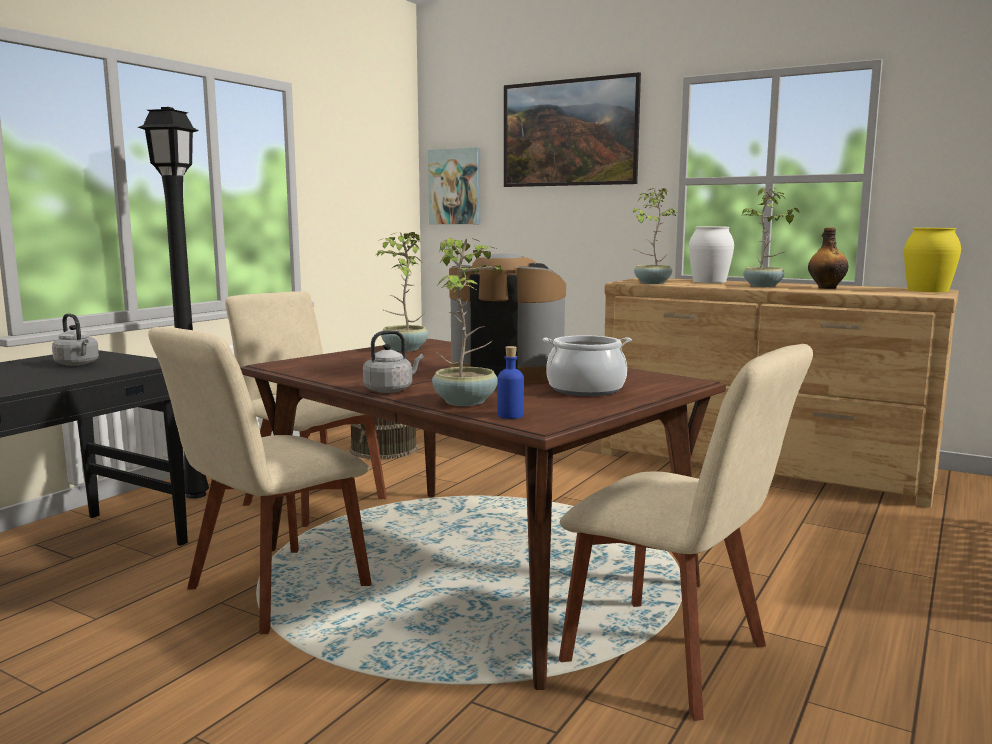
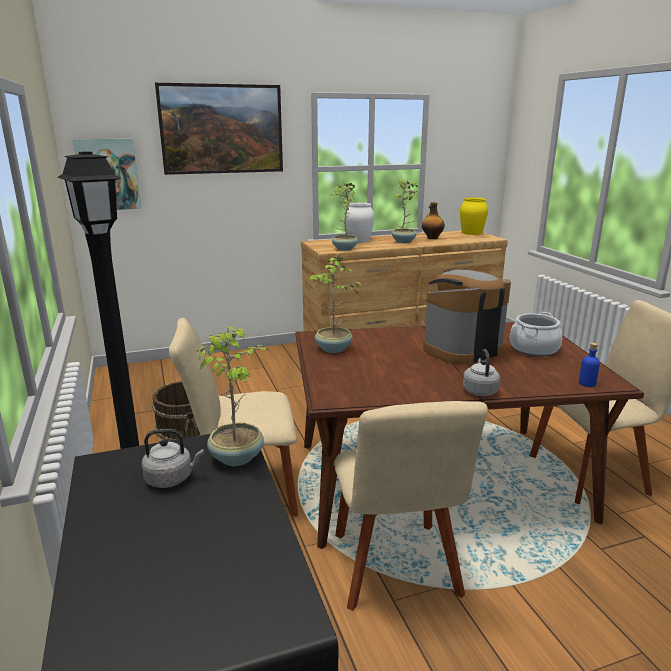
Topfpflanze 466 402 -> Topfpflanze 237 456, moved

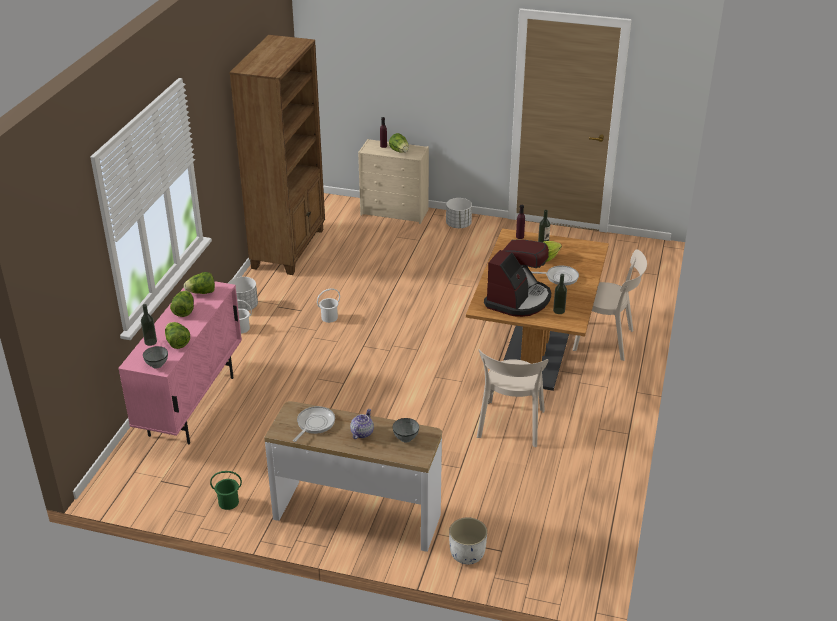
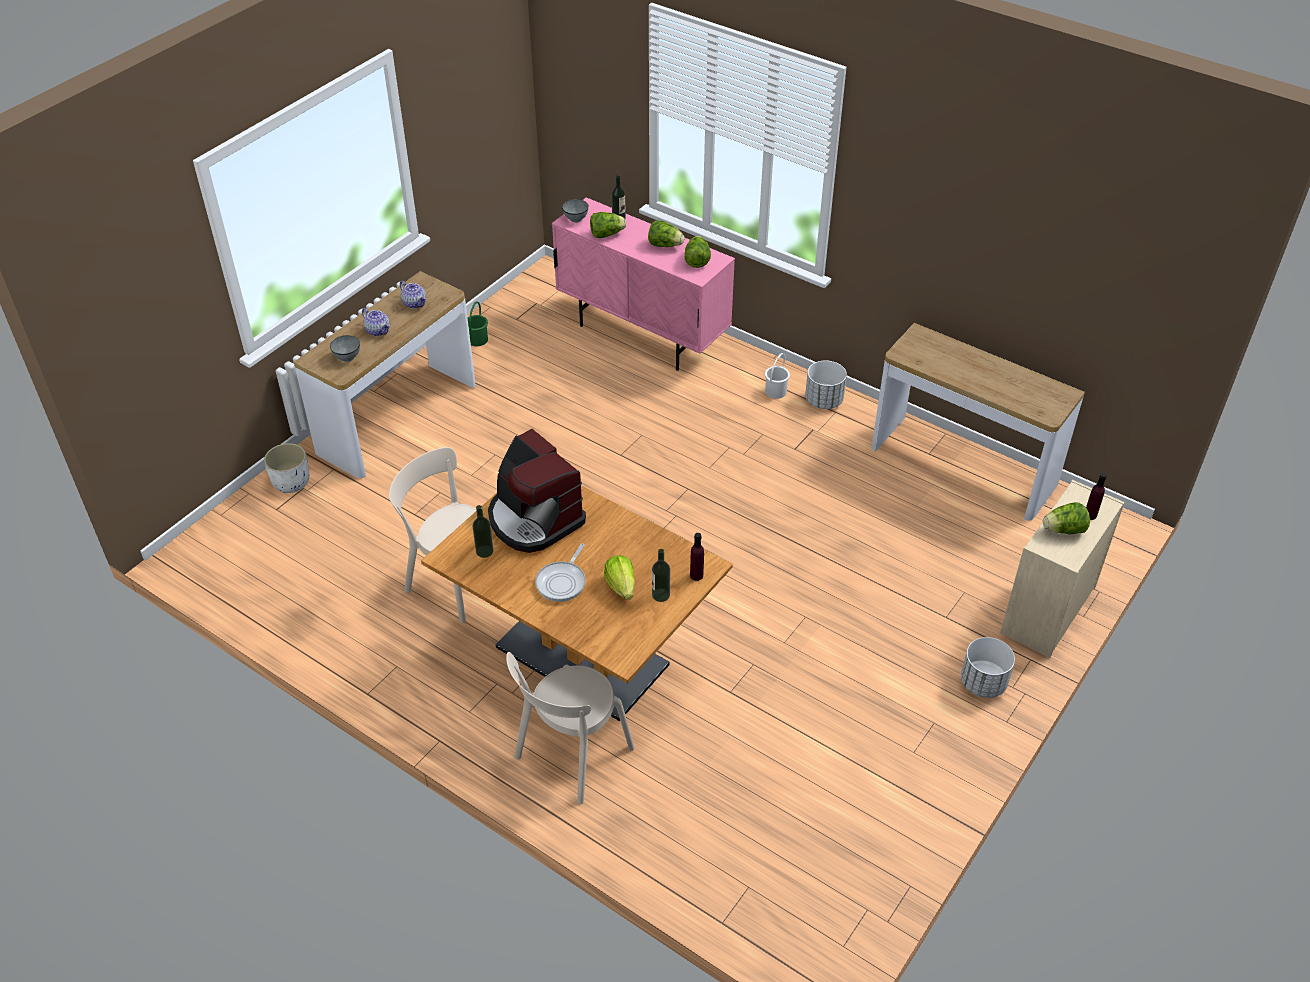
Bücherregal (braun) 289 248 -> Konsolentisch 962 467
Eimer (weiß) 329 317 -> none
Pfanne 314 424 -> Teekanne 415 303

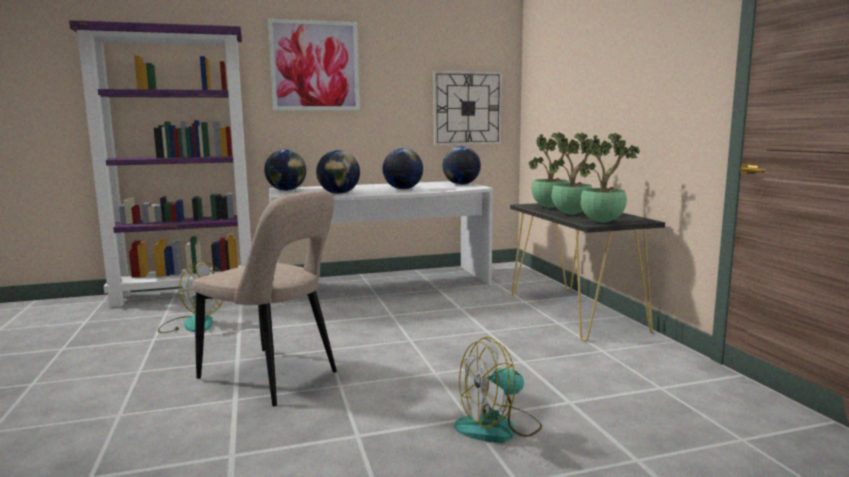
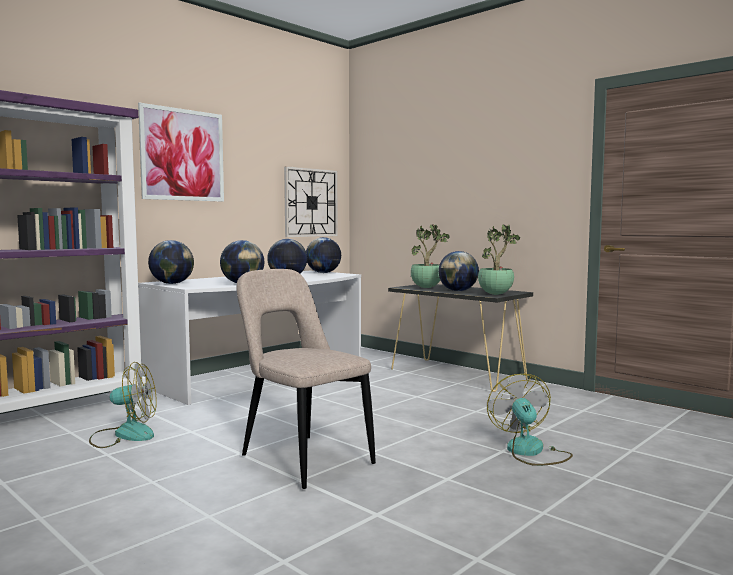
Topfpflanze 572 214 -> Globus 458 291
Stuhl (beige) 273 377 -> Stuhl (beige) 302 458, 135 degrees counterclockwise
Ventilator 498 427 -> Ventilator 530 452, 135 degrees clockwise

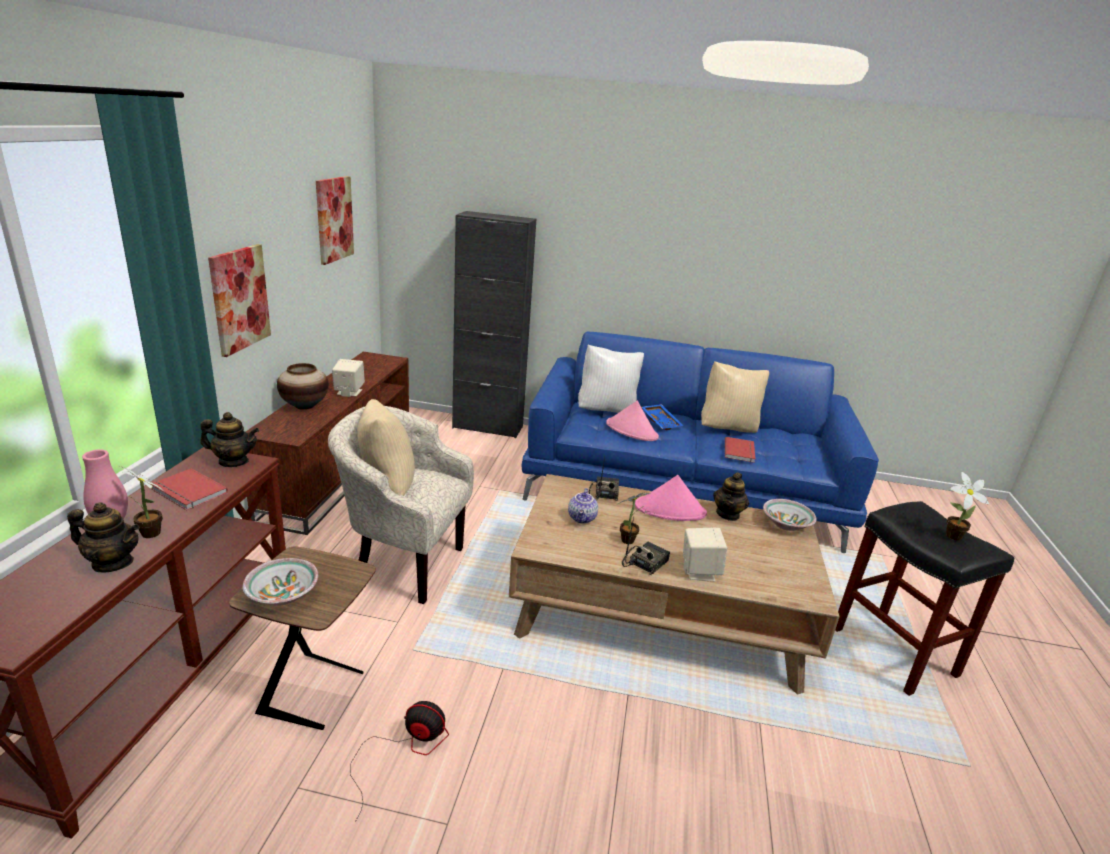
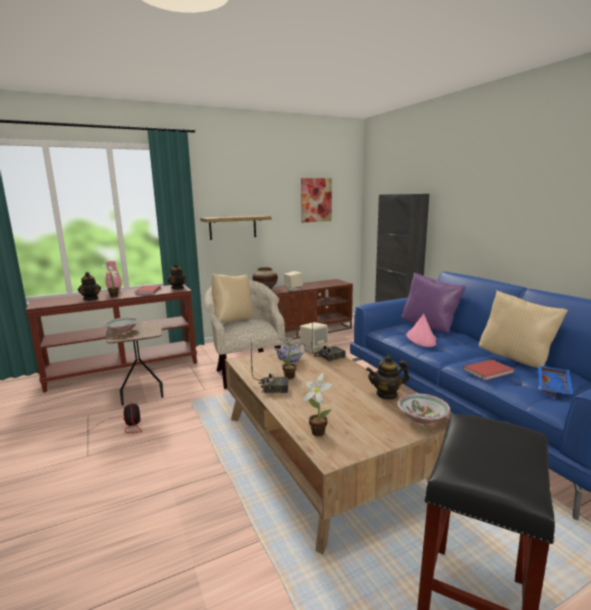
Bild 239 299 -> Wandregal 233 227
Kissen (weiß) 607 410 -> Kissen (lila) 430 327
Tablett (blau) 661 422 -> Tablett (blau) 554 386, moved
Topfpflanze 950 535 -> Topfpflanze 317 431, moved
Hut (rosa) 670 510 -> none
Lautsprecher (beige) 699 571 -> Lautsprecher (beige) 313 348, moved

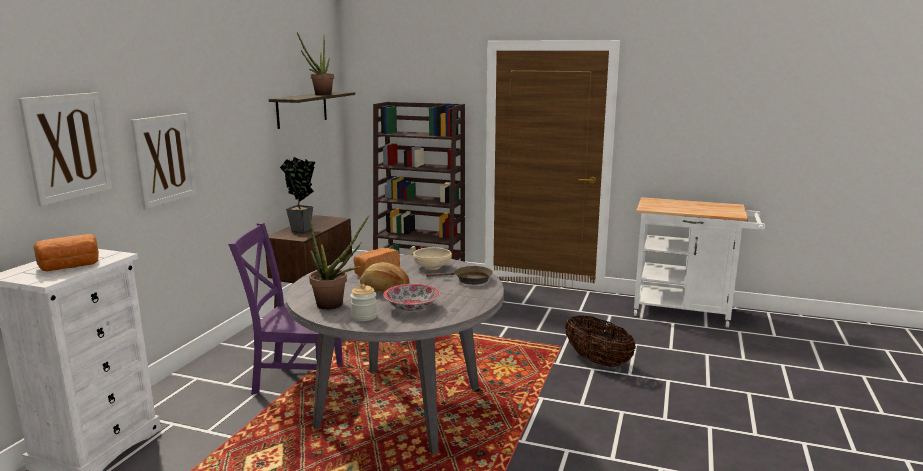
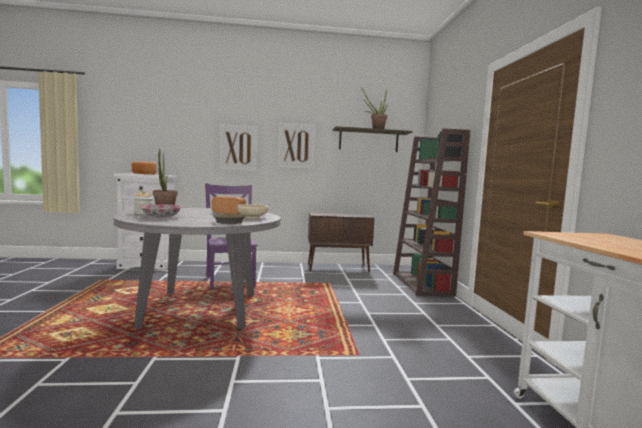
Bild 67 147 -> Bild 296 146, moved
Topfpflanze 302 230 -> none
Brot 384 289 -> none
Korb 597 361 -> none

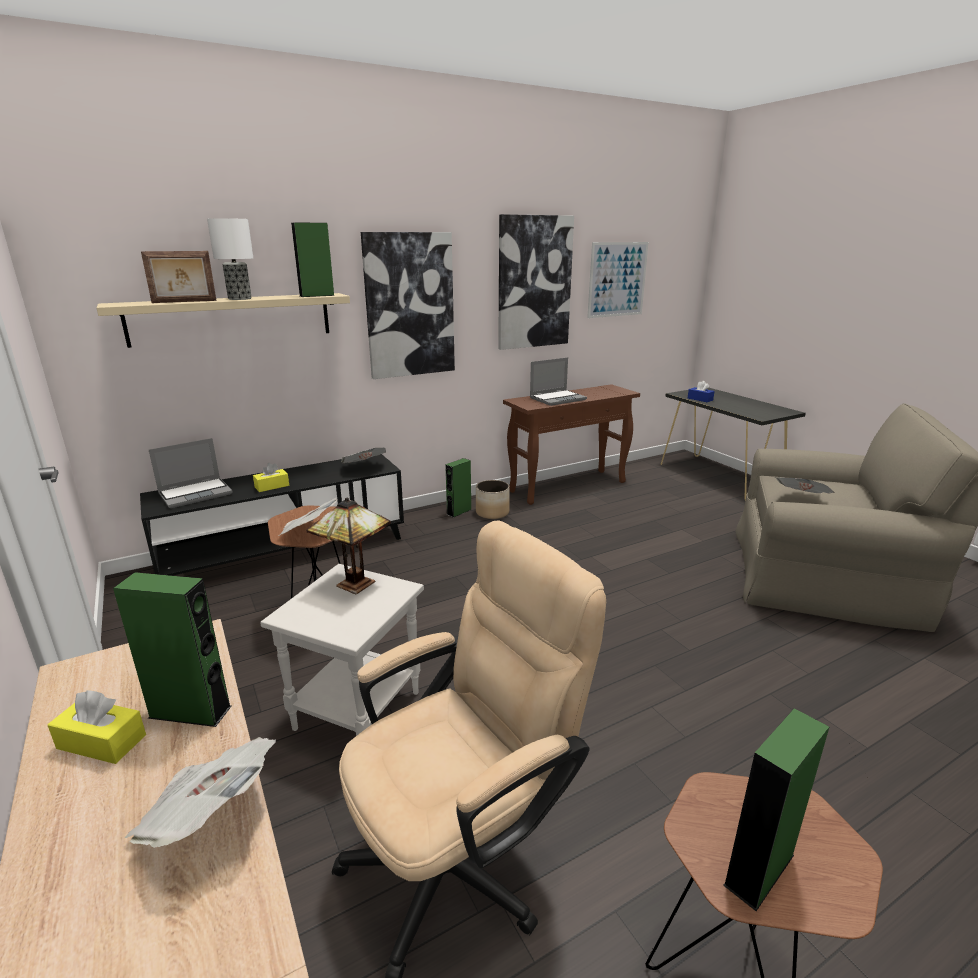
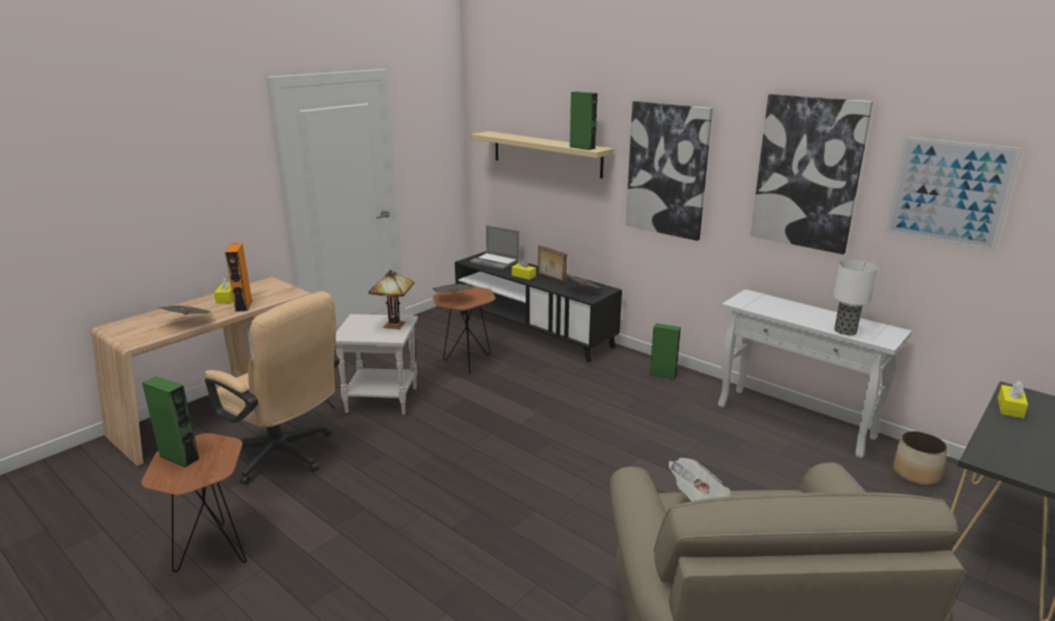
Tischlampe 239 299 -> Tischlampe 844 331, moved
Bilderrahmen 184 302 -> Bilderrahmen 551 279, moved
Laptop 558 399 -> none
Taschentuchbox (blau) 700 399 -> Taschentuchbox (gelb) 1010 408
Konsolentisch (braun) 568 486 -> Konsolentisch (weiß) 796 422
Pflanzkübel 492 512 -> Pflanzkübel 916 473, moved
Lautsprecher (grün) 190 712 -> Lautsprecher (orange) 243 305

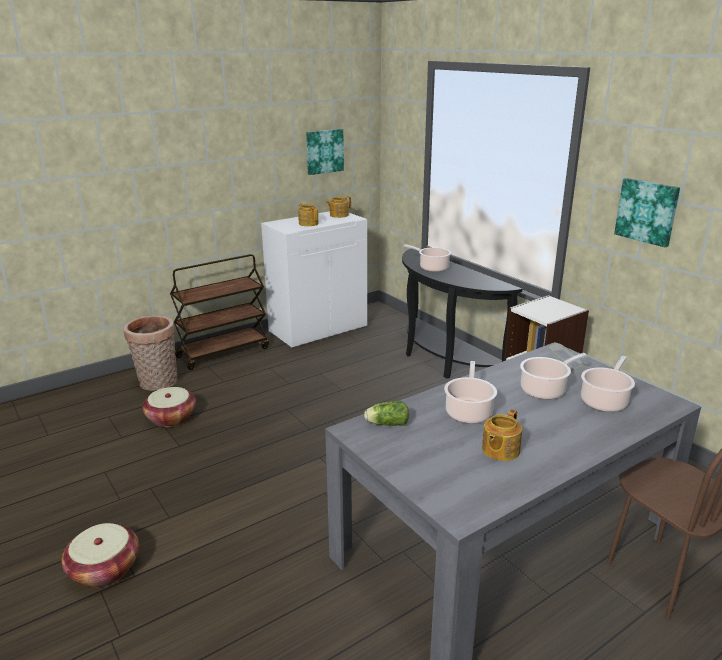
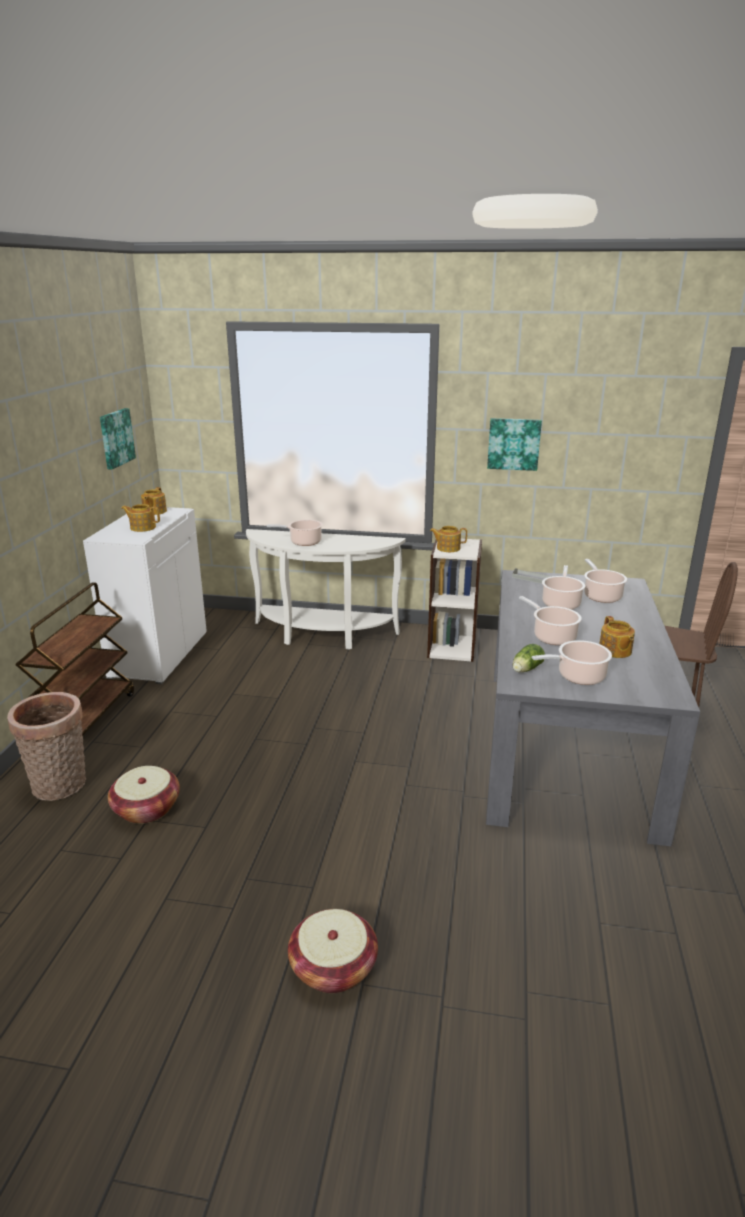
Konsolentisch (schwarz) 442 360 -> Konsolentisch (weiß) 322 636
none -> Teekanne 447 548
none -> Kochtopf 578 676

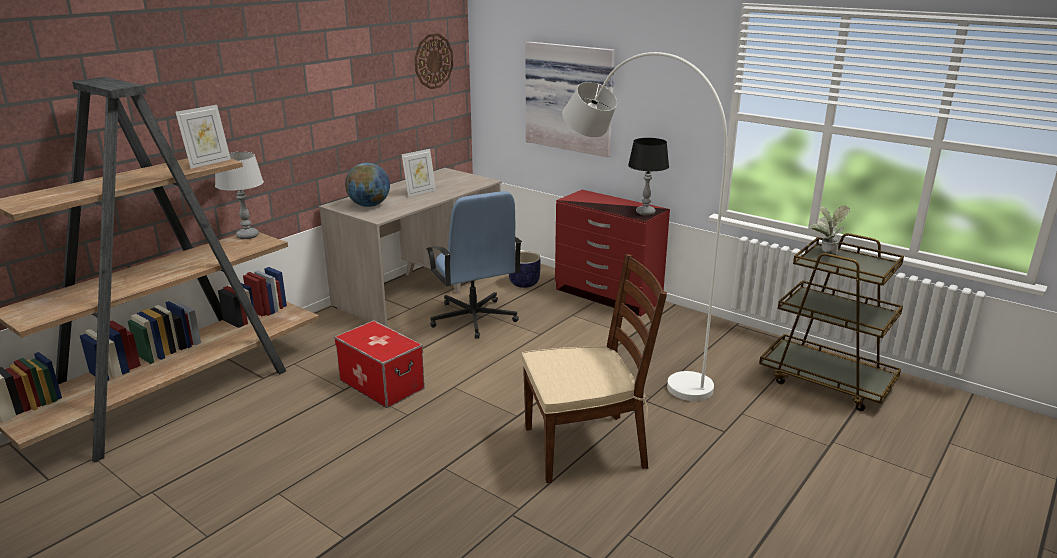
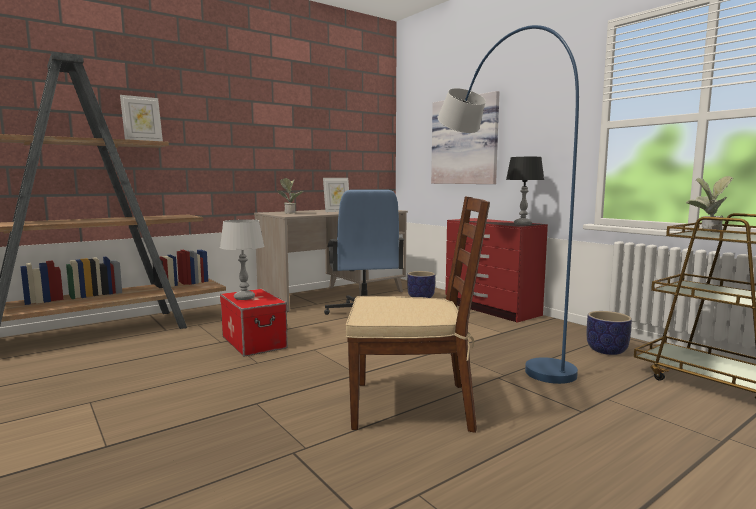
Wanduhr 433 61 -> none
Stehlampe (weiß) 627 356 -> Stehlampe (blau) 492 345
Tischlampe (grau) 248 236 -> Tischlampe (grau) 244 298, moved
Globus 369 205 -> Topfpflanze 291 213
none -> Pflanzkübel 607 350

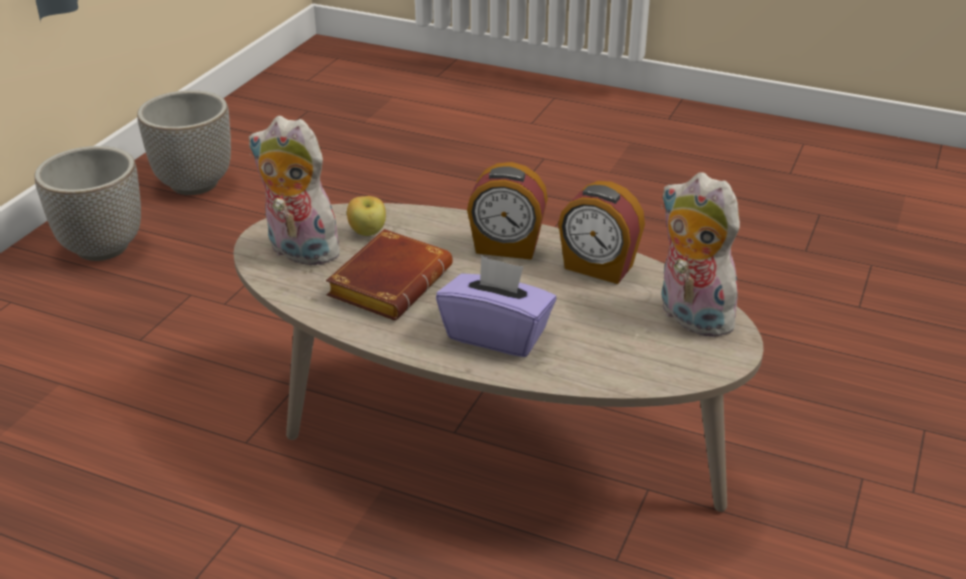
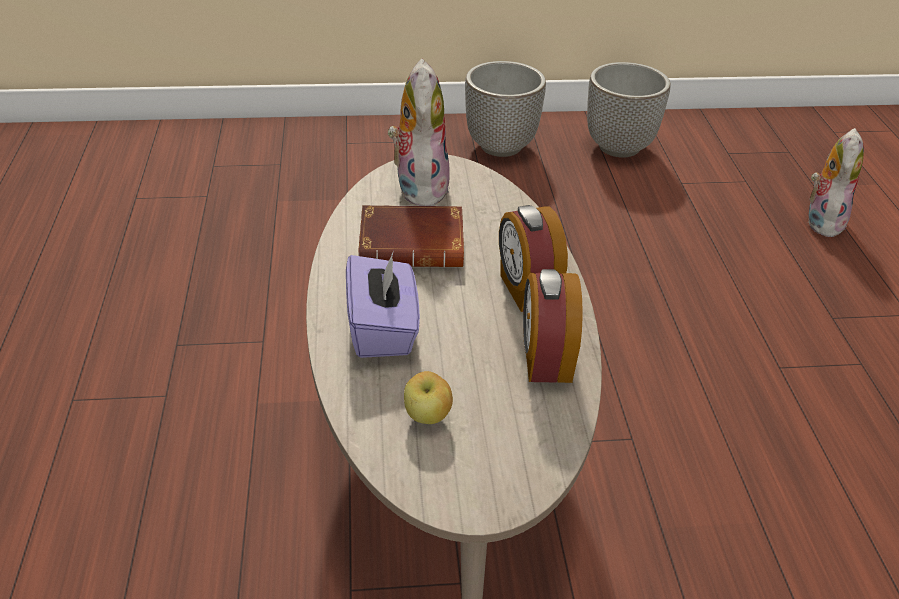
Plüschtier 690 317 -> Plüschtier 821 220, moved
Apfel 368 233 -> Apfel 428 416, moved

